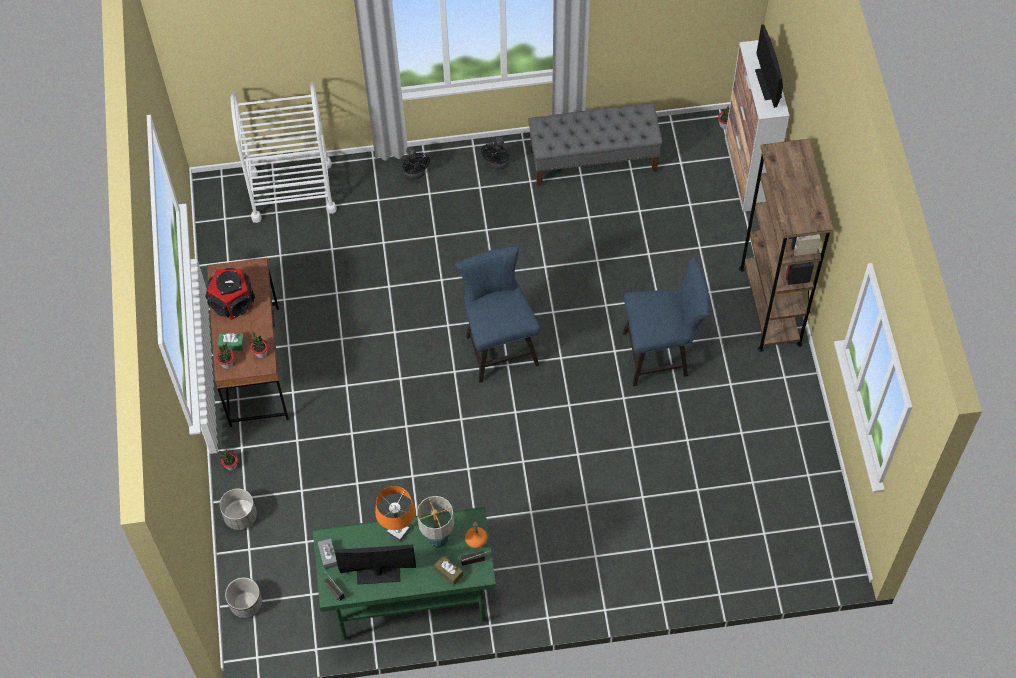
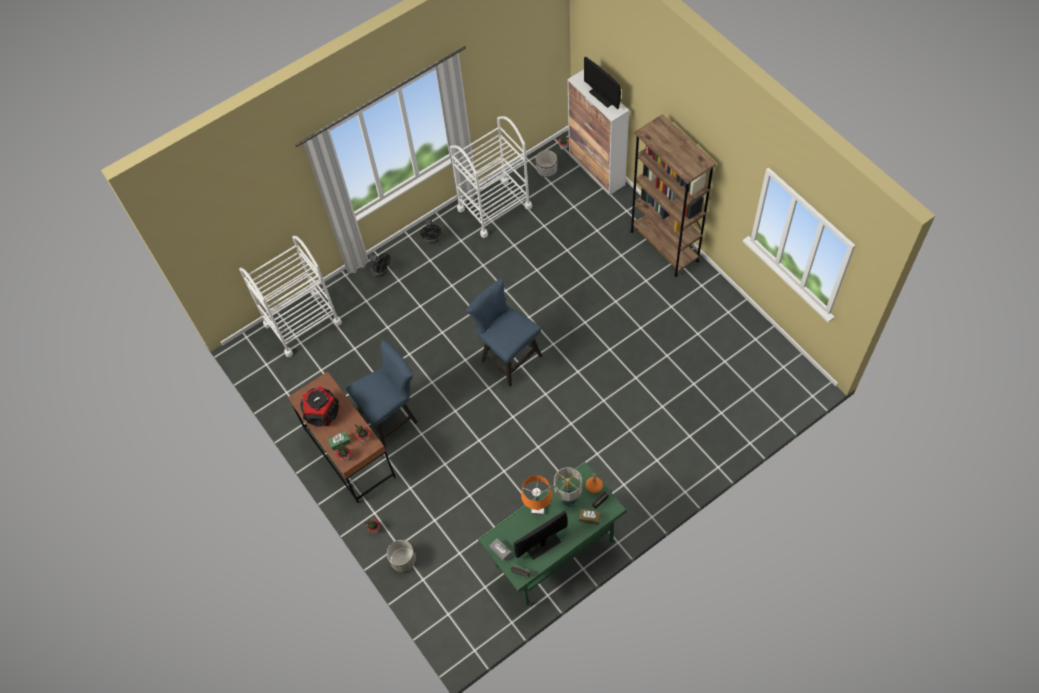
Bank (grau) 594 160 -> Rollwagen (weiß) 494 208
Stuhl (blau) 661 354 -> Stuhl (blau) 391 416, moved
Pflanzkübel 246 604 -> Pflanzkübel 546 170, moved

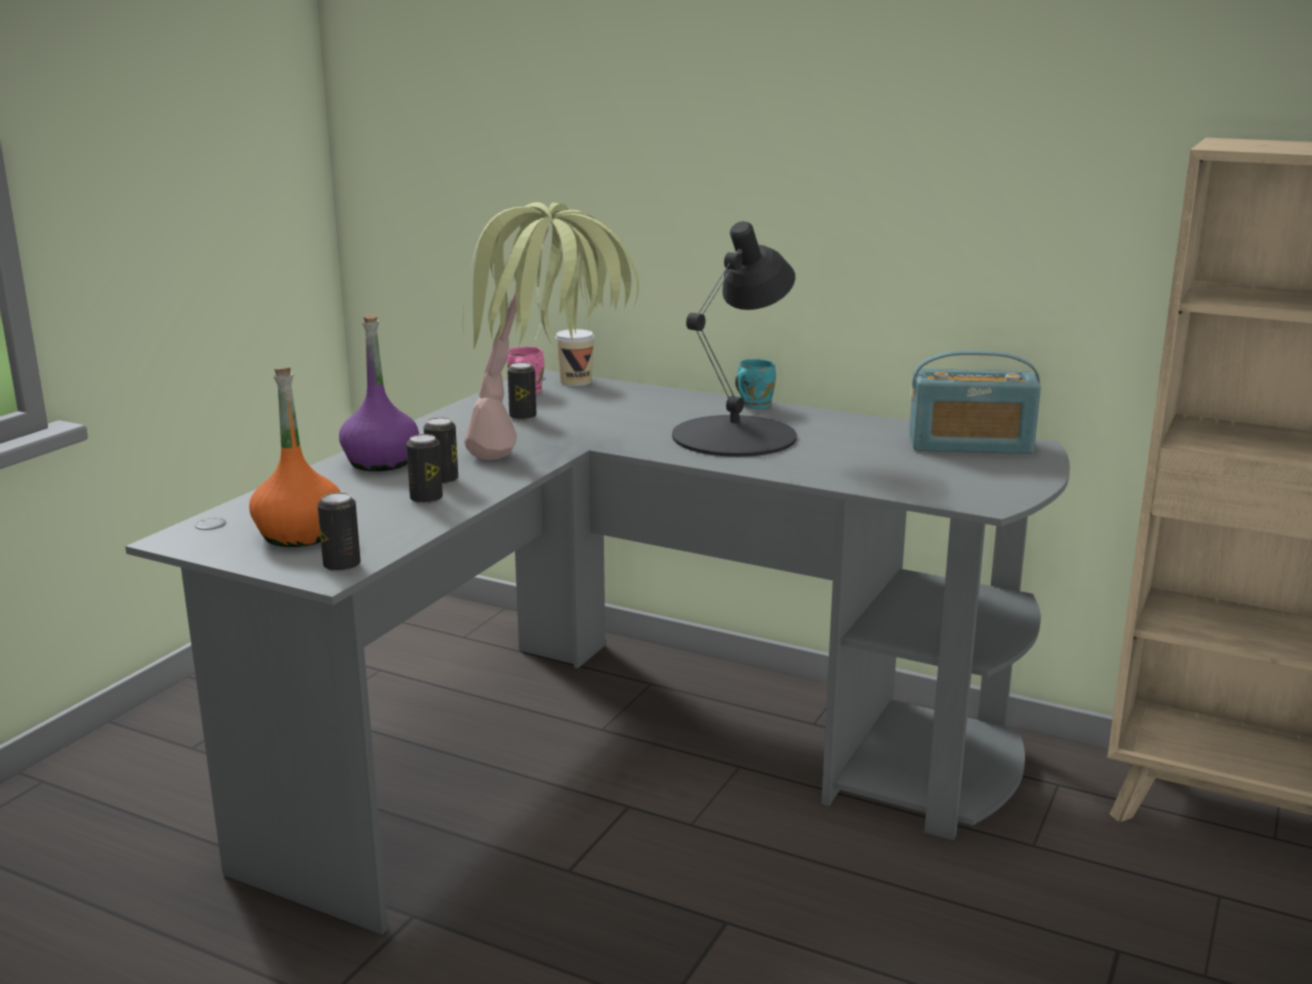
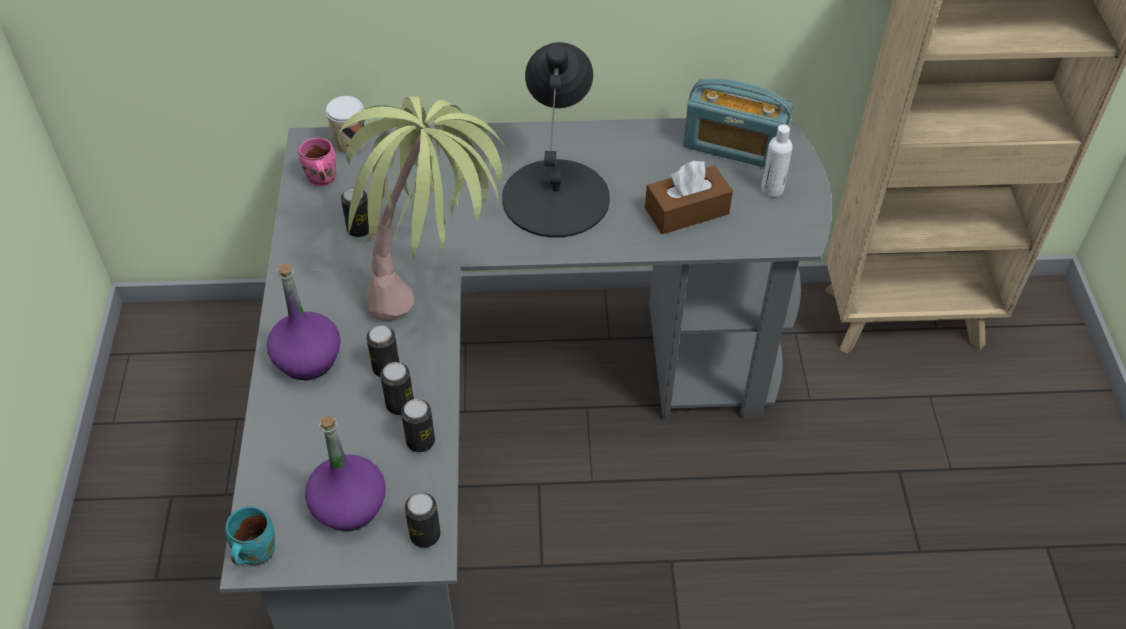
Radio 970 445 -> Radio 733 146, 45 degrees clockwise
Henkelbecher (türkis) 752 405 -> Henkelbecher (türkis) 254 552, moved
Flasche (orange) 299 535 -> Flasche (lila) 349 506
none -> Flasche (weiß) 772 189
none -> Taschentuchbox (braun) 686 211
none -> Dose 420 441

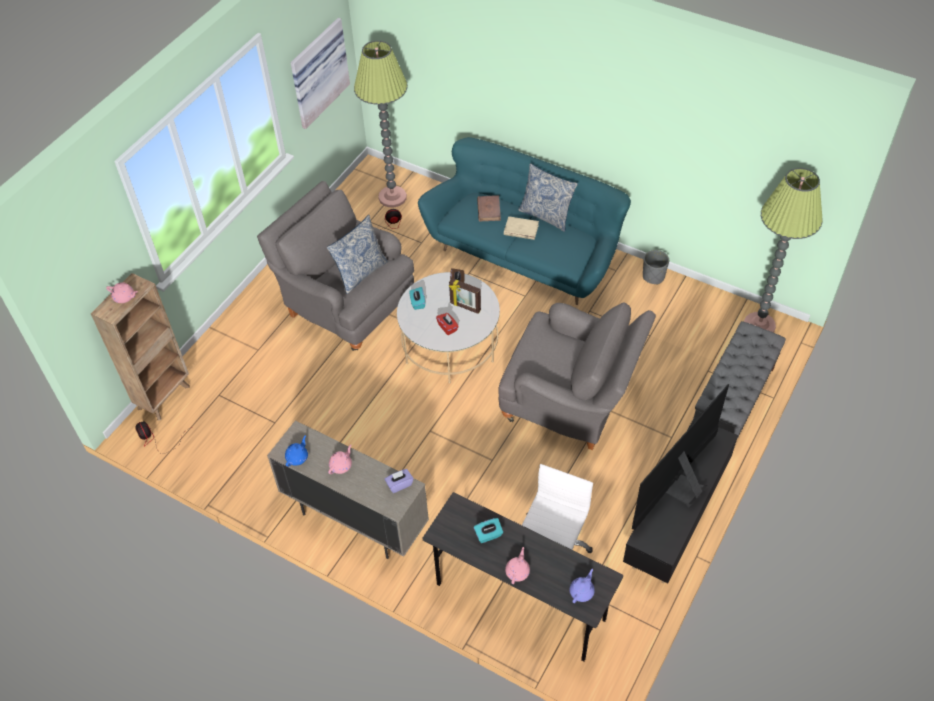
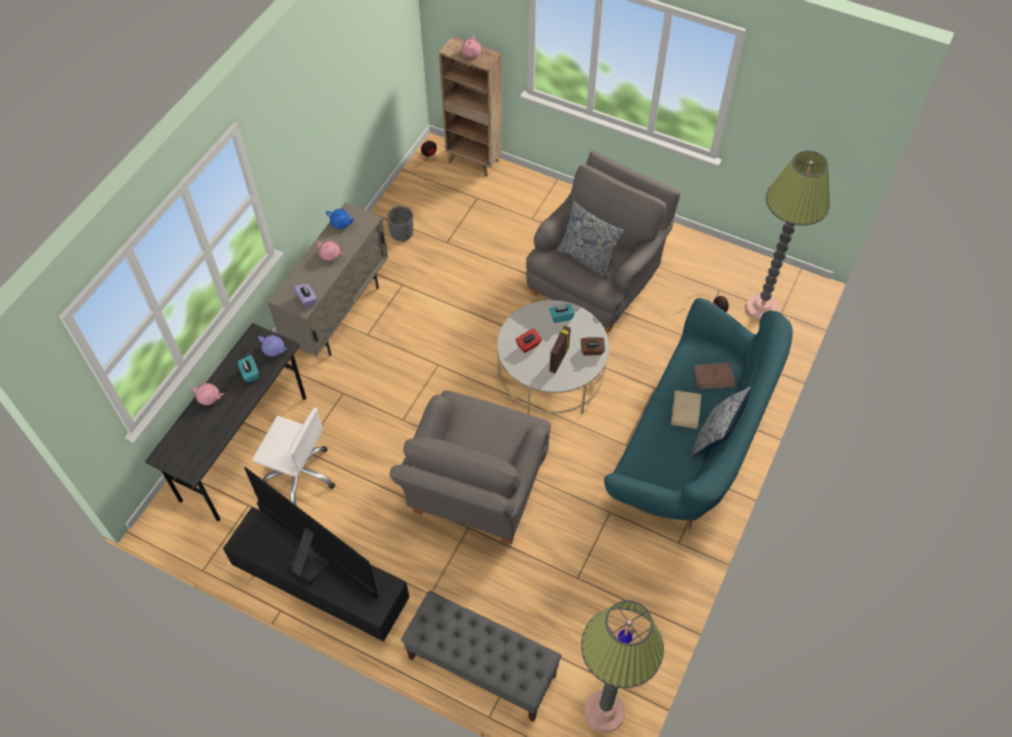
Bild 317 72 -> none
Pflanzkübel (grau) 653 276 -> Pflanzkübel (grau) 402 233, moved
Teekanne (lila) 582 591 -> Teekanne (lila) 274 349, moved

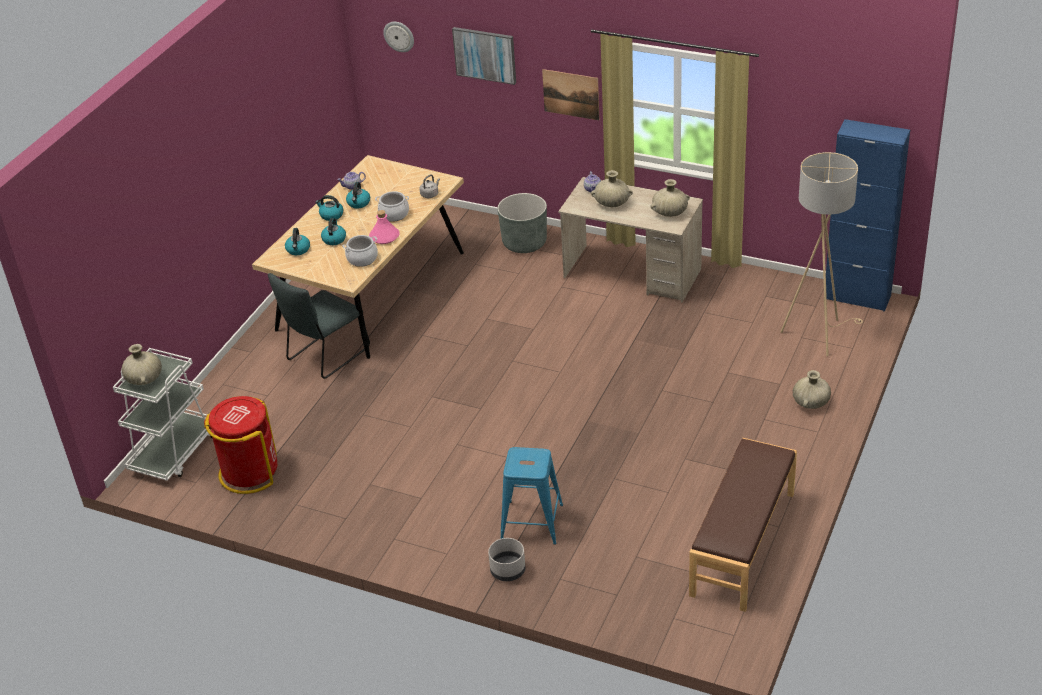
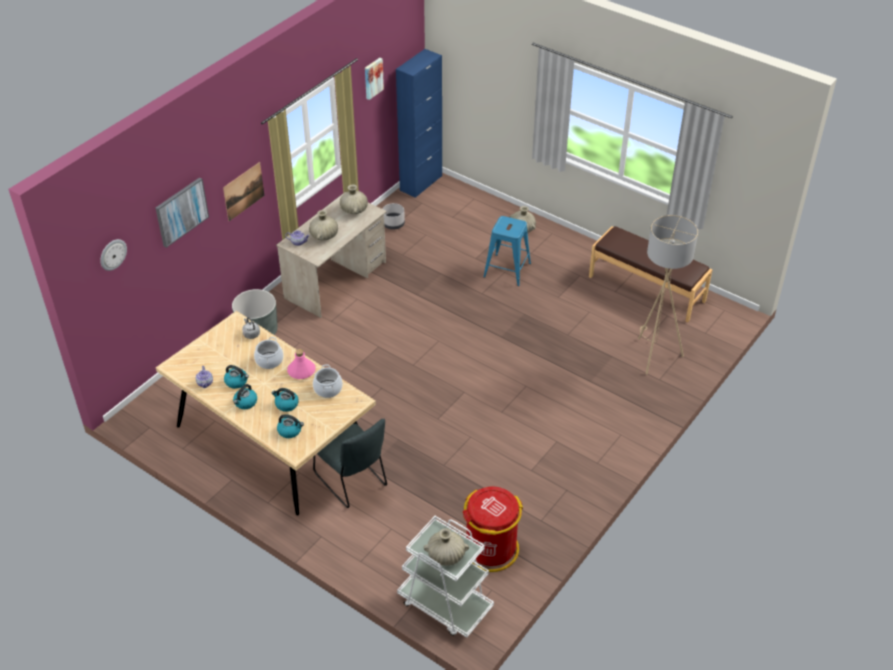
Stehlampe (beige) 818 333 -> Stehlampe (beige) 652 354, moved
Hocker (blau) 532 522 -> Hocker (blau) 507 270, moved
Pflanzkübel (grau) 507 570 -> Pflanzkübel (grau) 393 224, moved
none -> Bild 373 78

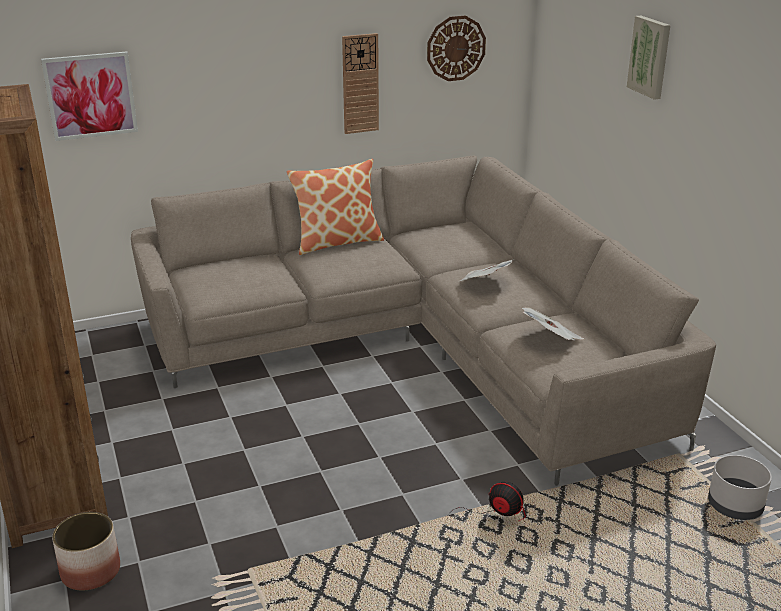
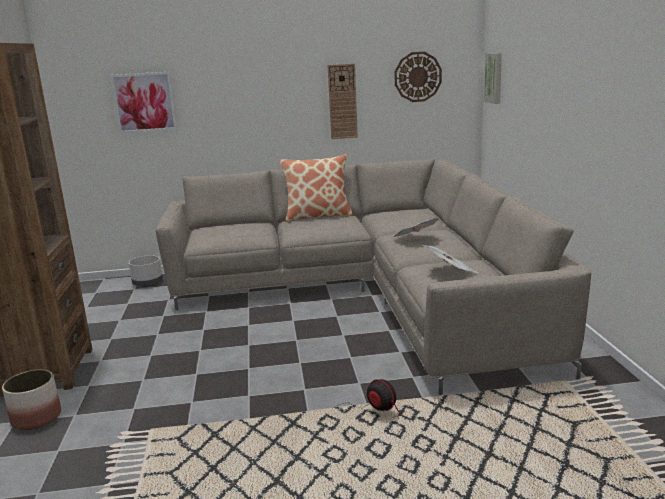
Bild 650 57 -> Bild 494 77, moved
Pflanzkübel (grau) 734 506 -> Pflanzkübel (grau) 147 283, moved

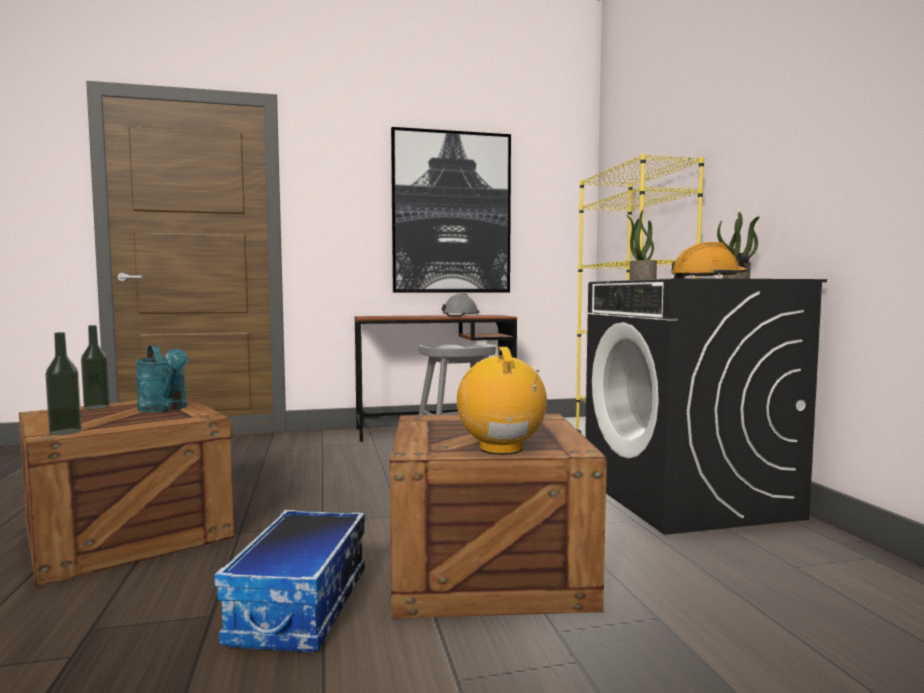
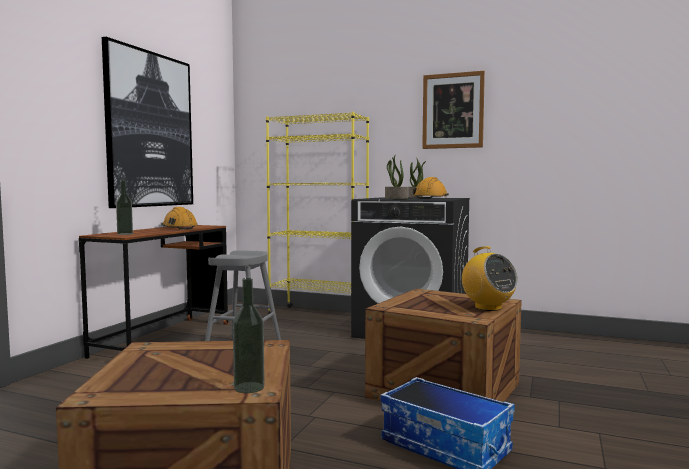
Schutzhelm (grau) 461 316 -> Schutzhelm (orange) 179 228
Flasche 97 407 -> Flasche 125 234, moved
Gießkanne (türkis) 165 409 -> none
Radio 501 449 -> Radio 487 307, 150 degrees counterclockwise
none -> Bild 453 111

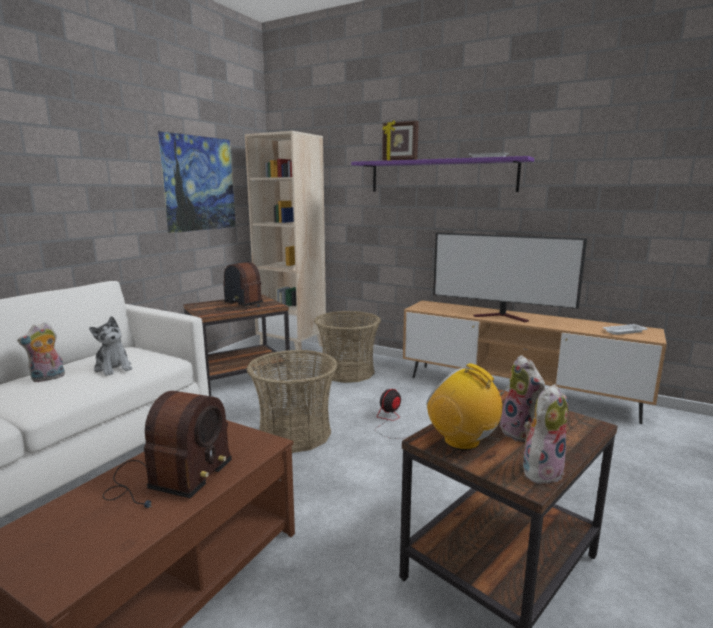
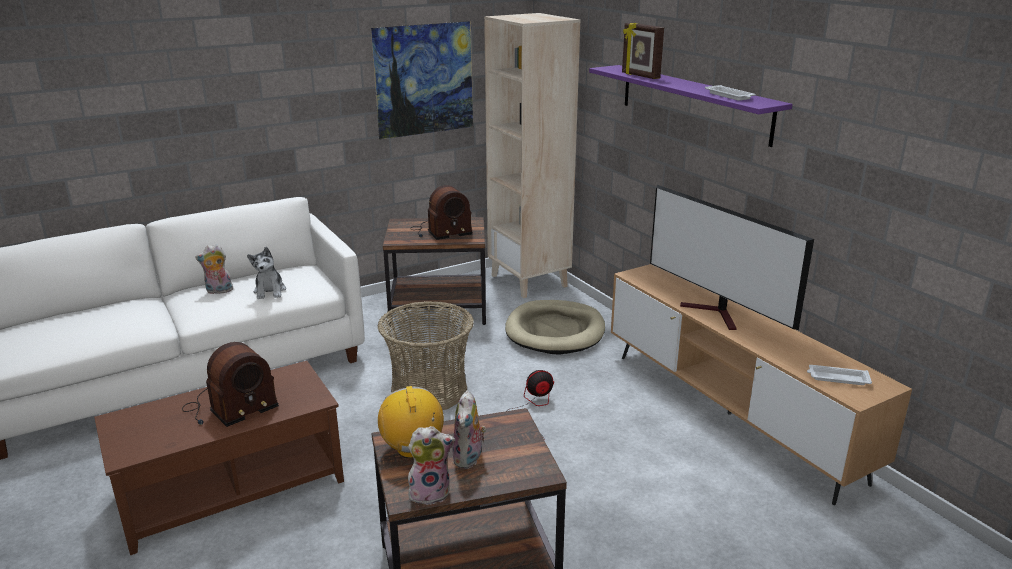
Radio 241 305 -> Radio 440 231, 90 degrees clockwise
Korb 347 372 -> Hundebett (beige) 555 331

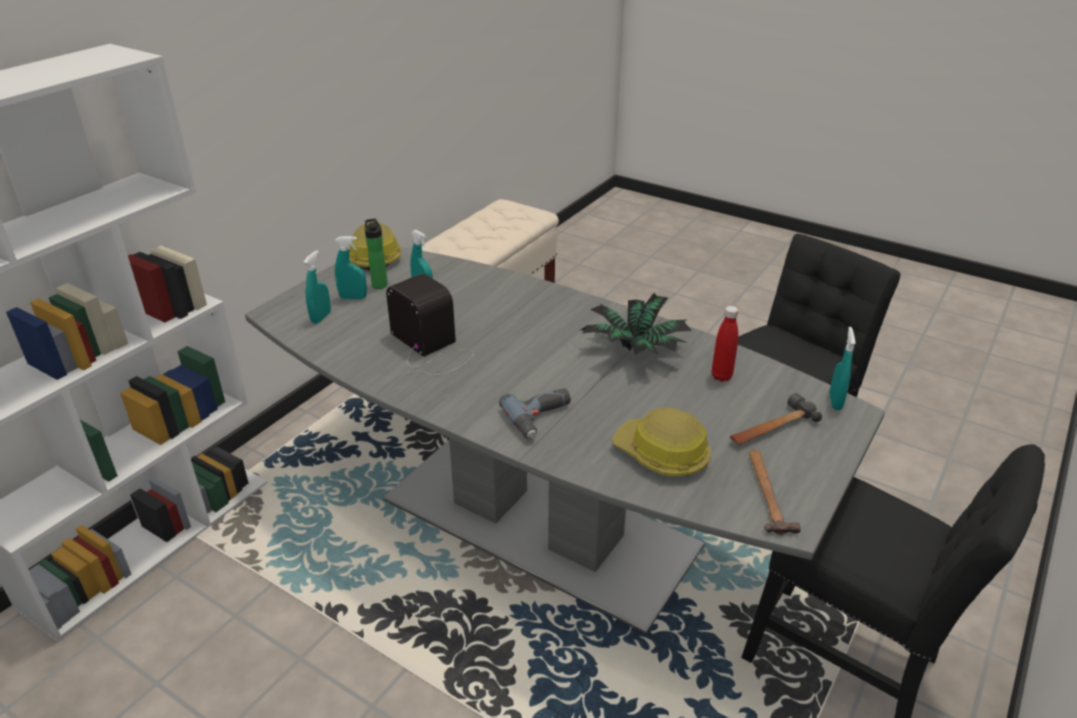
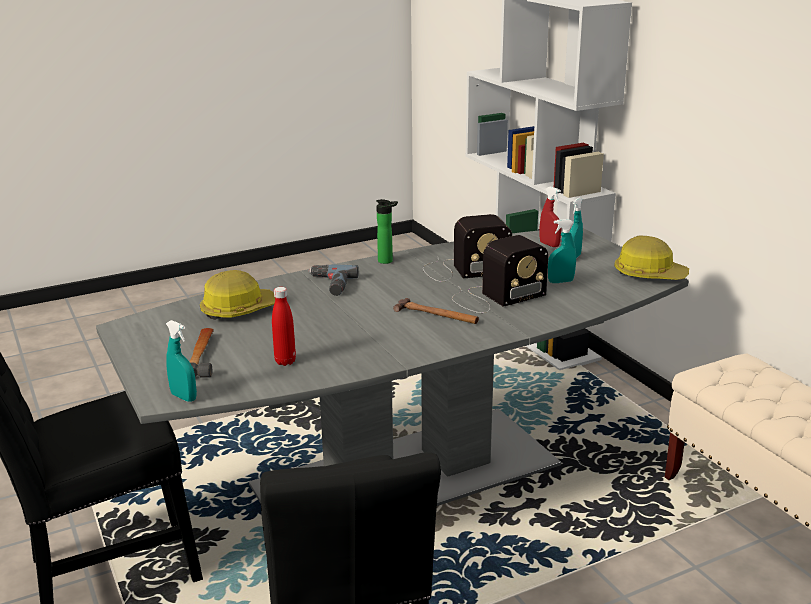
Flasche 379 284 -> Flasche 387 261, moved
Sprühflasche (türkis) 321 317 -> Sprühflasche (rot) 549 244
Topfpflanze 634 350 -> none
Hammer 768 493 -> Hammer 436 315, moved
none -> Radio 495 297

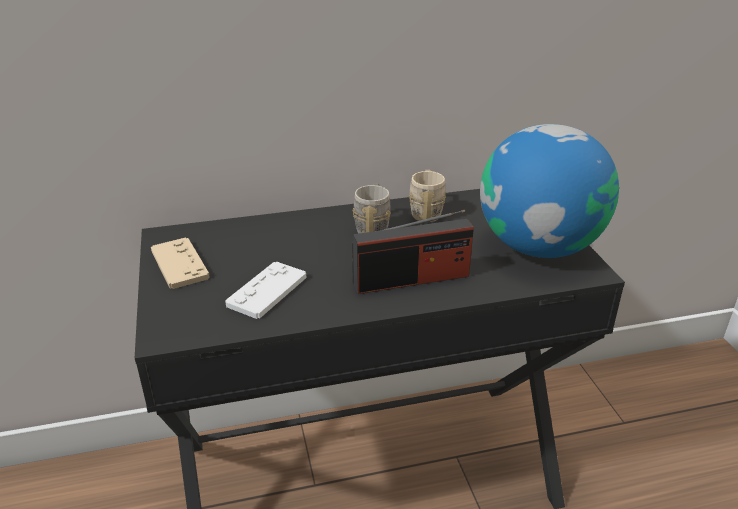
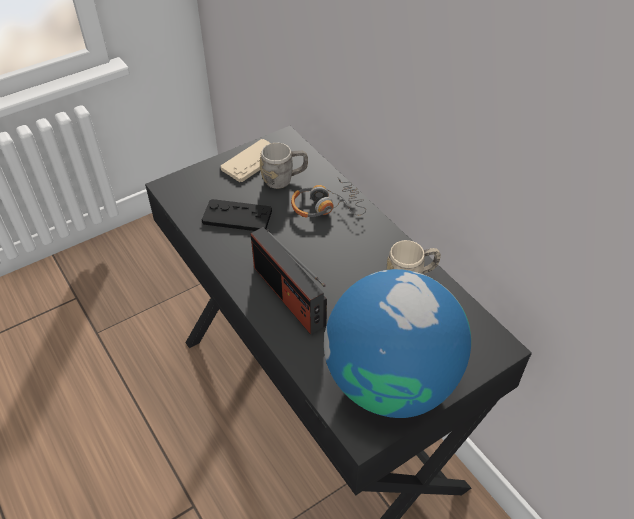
Henkelbecher (grau) 373 227 -> Henkelbecher (grau) 284 179, moved
Gamepad (weiß) 267 291 -> Gamepad (schwarz) 237 217
none -> Kopfhörer 326 206

